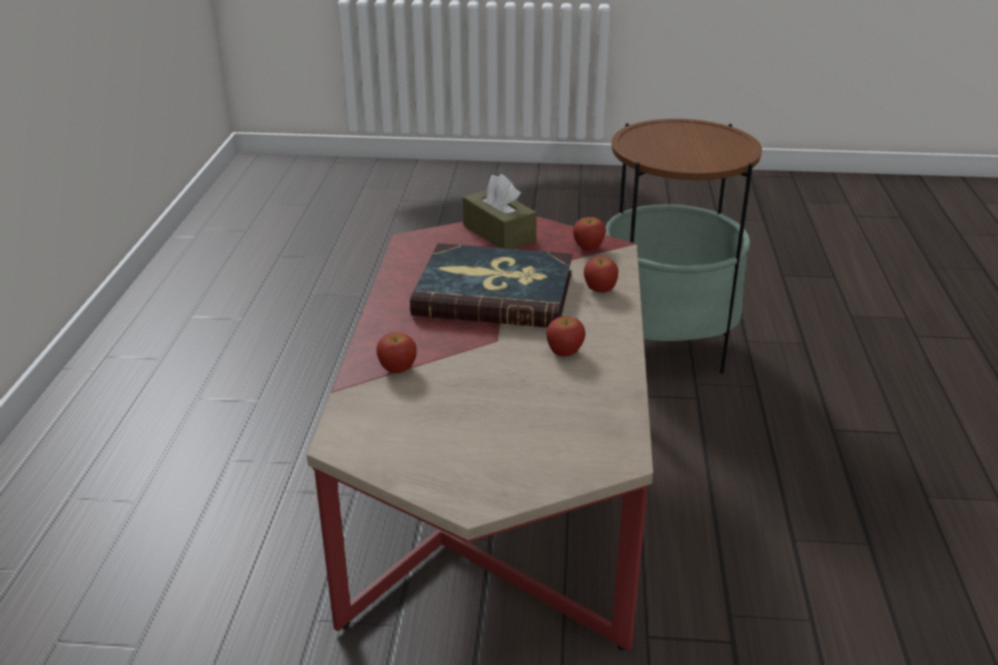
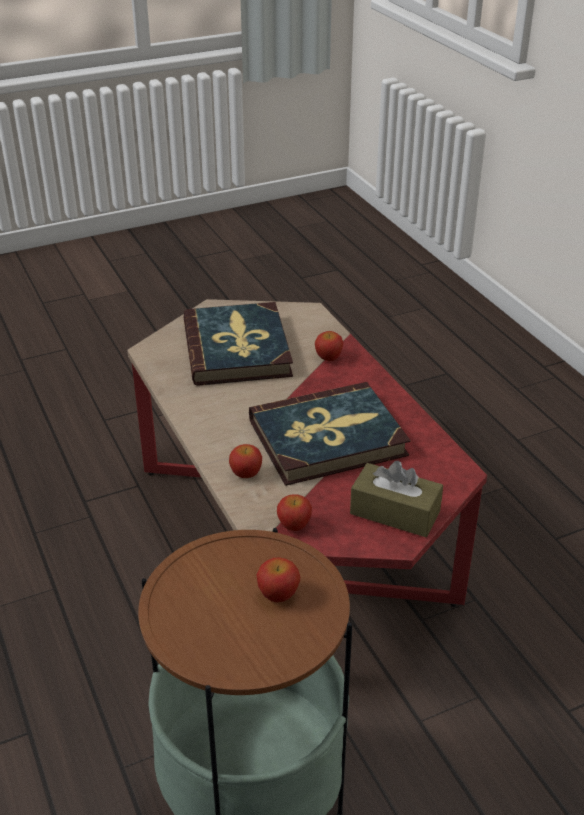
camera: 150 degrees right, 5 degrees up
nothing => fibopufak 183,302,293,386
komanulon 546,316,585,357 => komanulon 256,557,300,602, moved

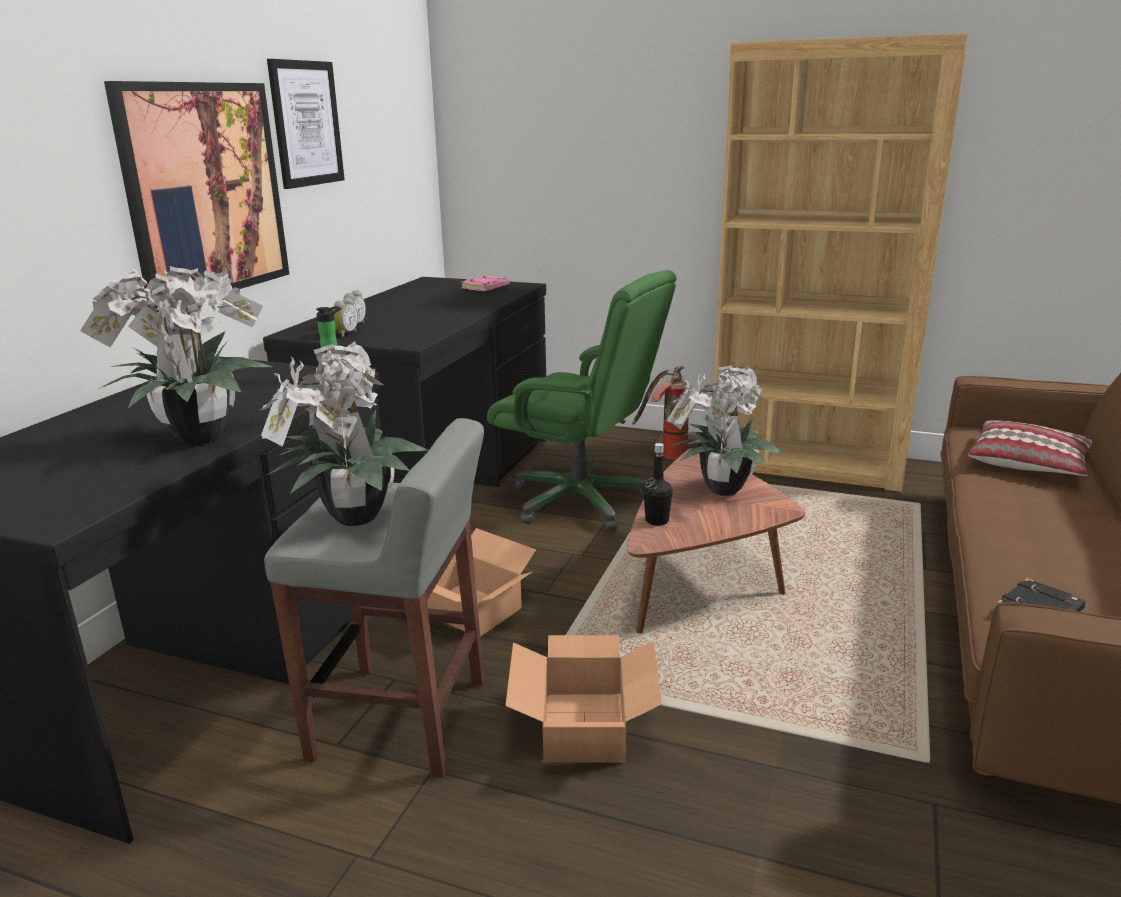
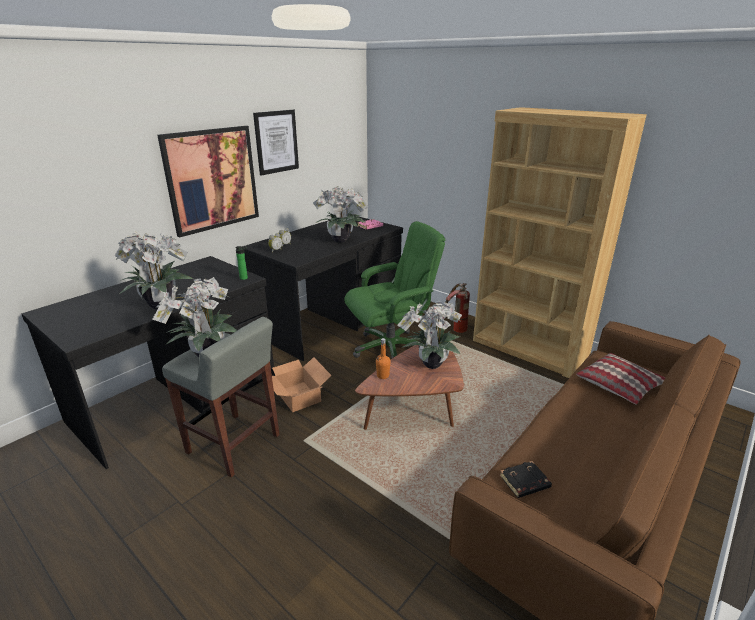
camera: 20 degrees right, 5 degrees up
nothing => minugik 313,186,368,243
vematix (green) 487,270,677,531 => vematix (green) 344,221,445,358, 75 degrees counterclockwise
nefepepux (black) 643,443,673,526 => nefepepux (orange) 376,338,391,379
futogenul 505,635,662,763 => nothing

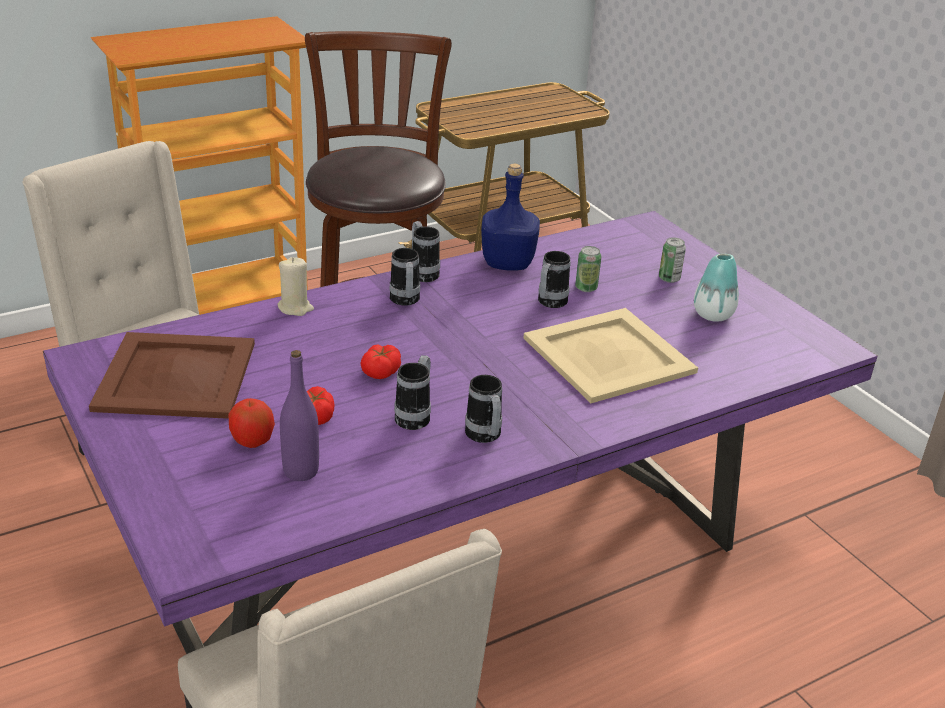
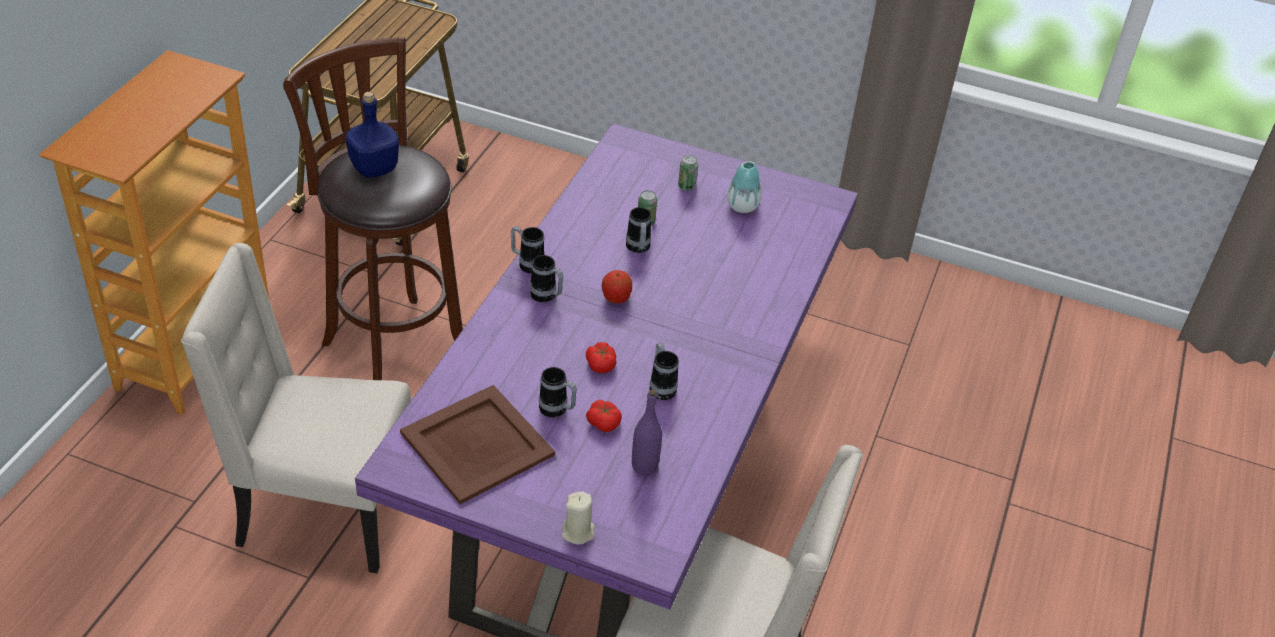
camera: 40 degrees left, 10 degrees up
nefepepux (blue) 481,164,540,271 => nefepepux (blue) 346,92,399,178, moved
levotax 465,375,502,443 => levotax 539,367,577,417, moved
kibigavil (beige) 278,257,314,316 => kibigavil (beige) 562,491,595,544, moved
komanulon 229,398,275,448 => komanulon 602,270,632,304, moved
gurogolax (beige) 523,308,698,403 => nothing

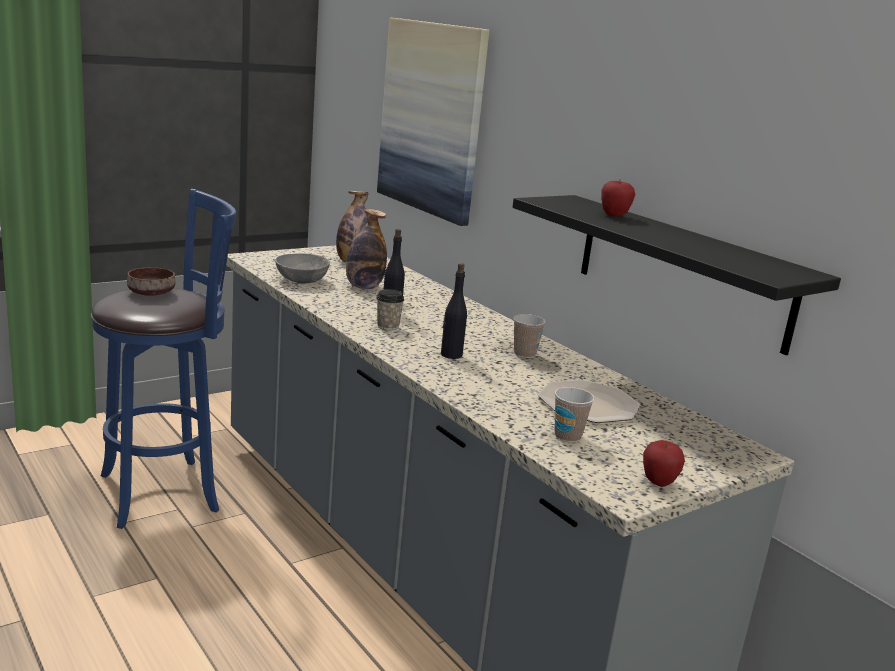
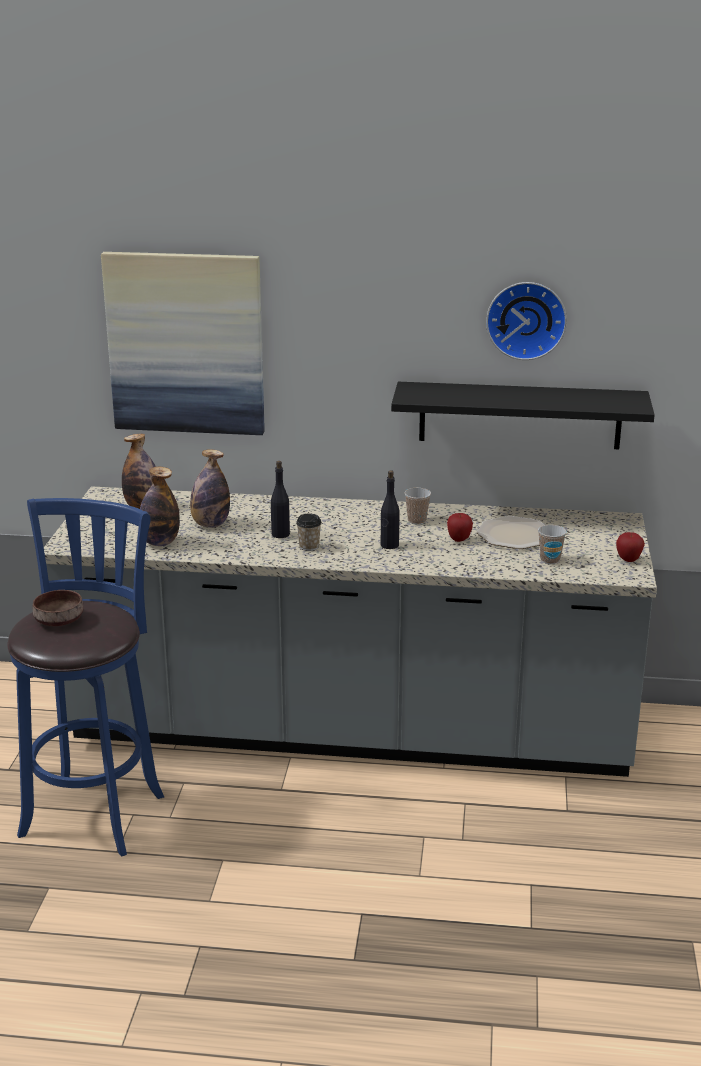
camera: 45 degrees left, 5 degrees up
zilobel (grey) 275,253,330,283 => nefepepux 140,467,180,546
komanulon 601,181,636,217 => komanulon 447,513,473,542, moved
nothing => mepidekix 486,282,567,360

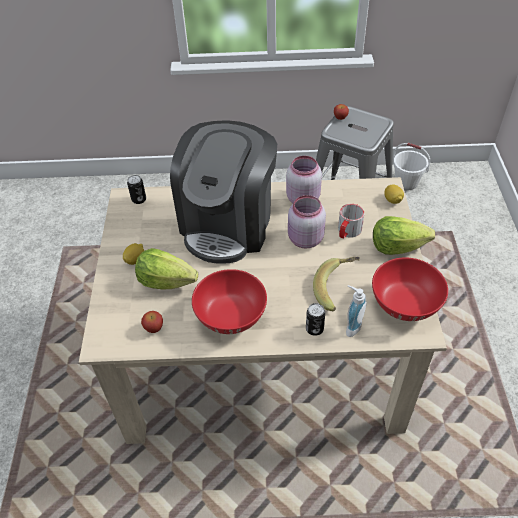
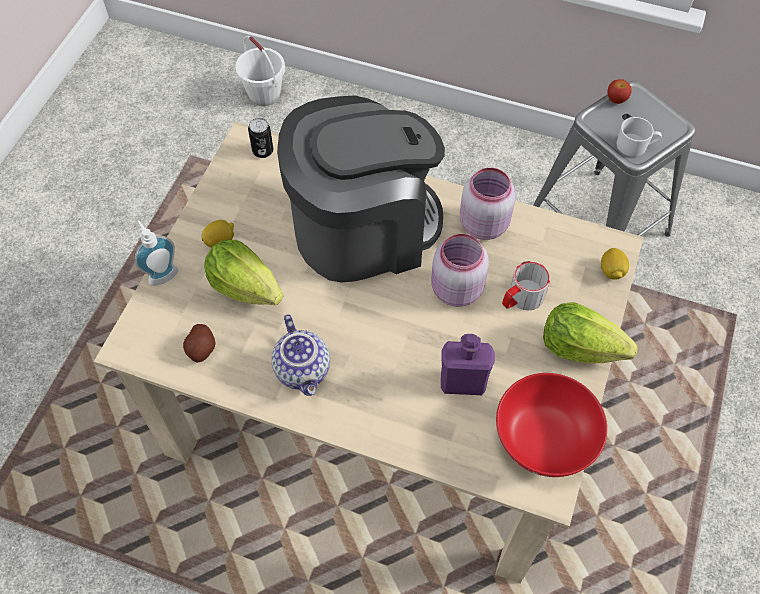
camera: 20 degrees right, 10 degrees up
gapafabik 346,285,367,337 => gapafabik 135,220,178,286, moved
komanulon 141,311,163,333 => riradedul 183,324,216,363
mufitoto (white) 393,143,430,191 => mufitoto (white) 235,36,285,106, moved
zilobel (red) 192,269,267,334 => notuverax 271,314,330,396
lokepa 170,120,277,264 => lokepa 277,96,445,283, 150 degrees counterclockwise
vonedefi 313,257,360,311 => nefepepux (purple) 441,334,495,395
nothing => levotax (white) 617,117,662,157
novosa 306,303,325,336 => nothing

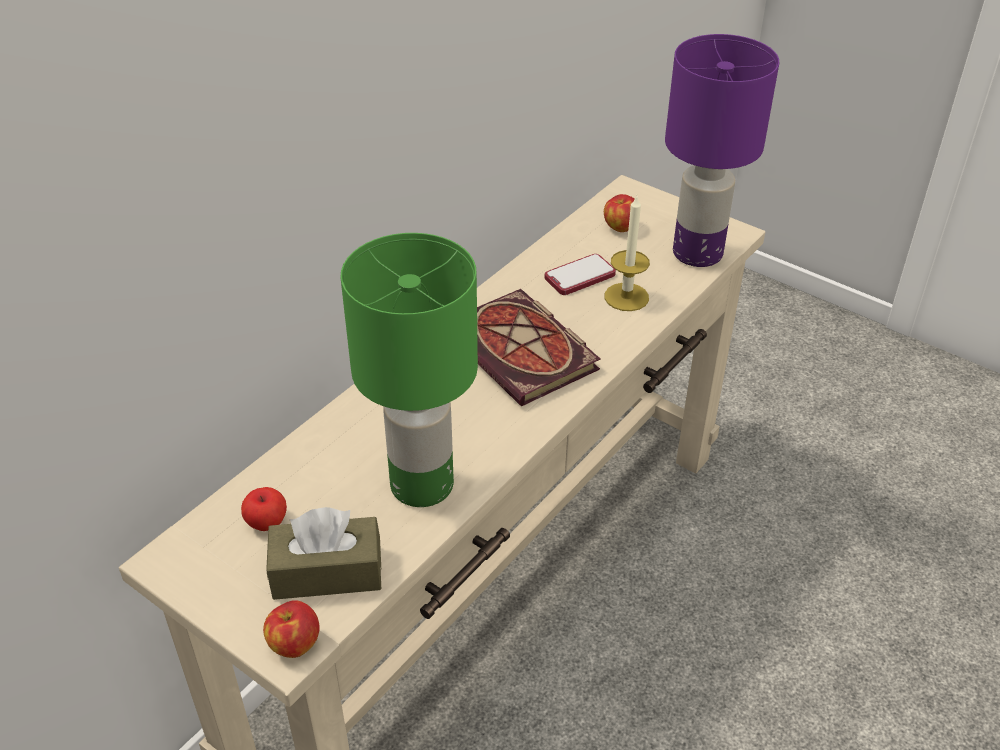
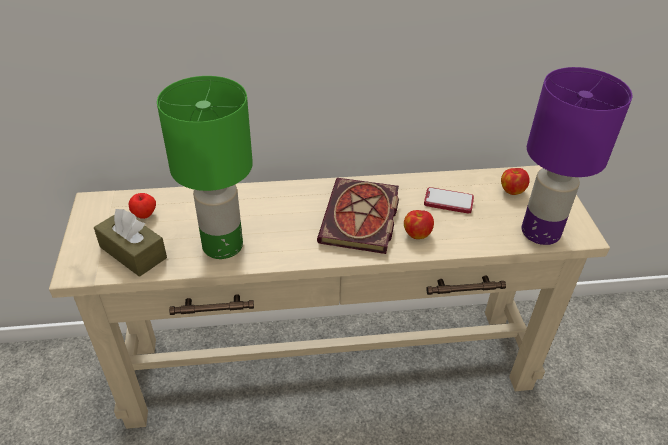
camera: 45 degrees right, 0 degrees up
komanulon 263,600,319,658 => komanulon 404,210,434,239, moved
kibigavil 605,196,650,311 => nothing

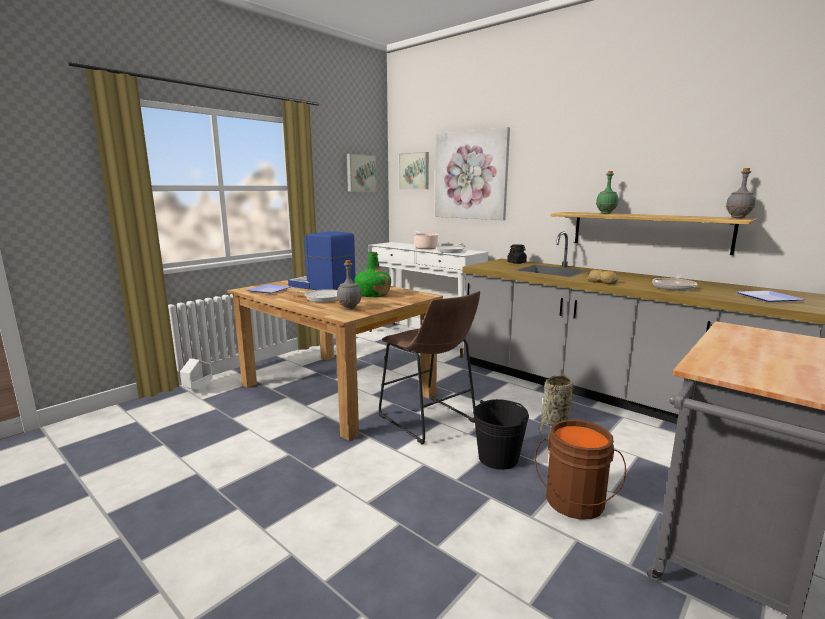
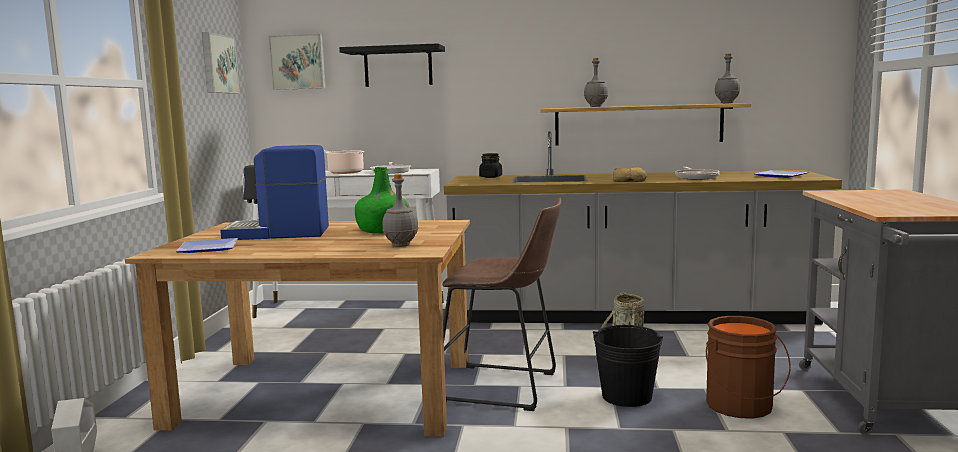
camera: 35 degrees left, 5 degrees down
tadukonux 435,127,510,220 => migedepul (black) 339,43,445,87
nefepepux (green) 596,171,618,214 => nefepepux (grey) 584,58,608,107
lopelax 287,289,338,302 => nothing

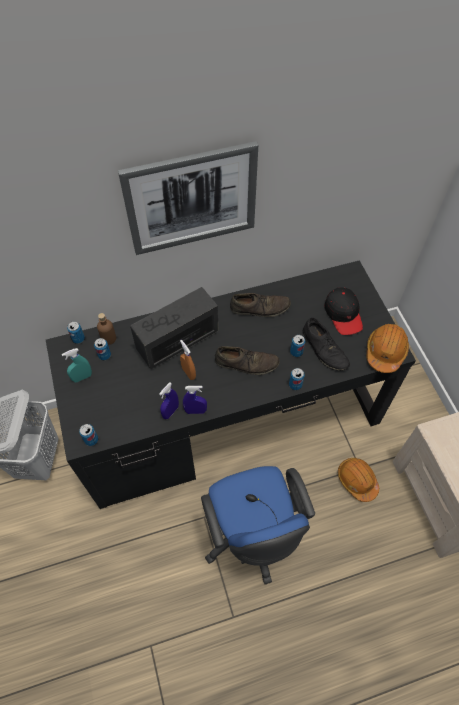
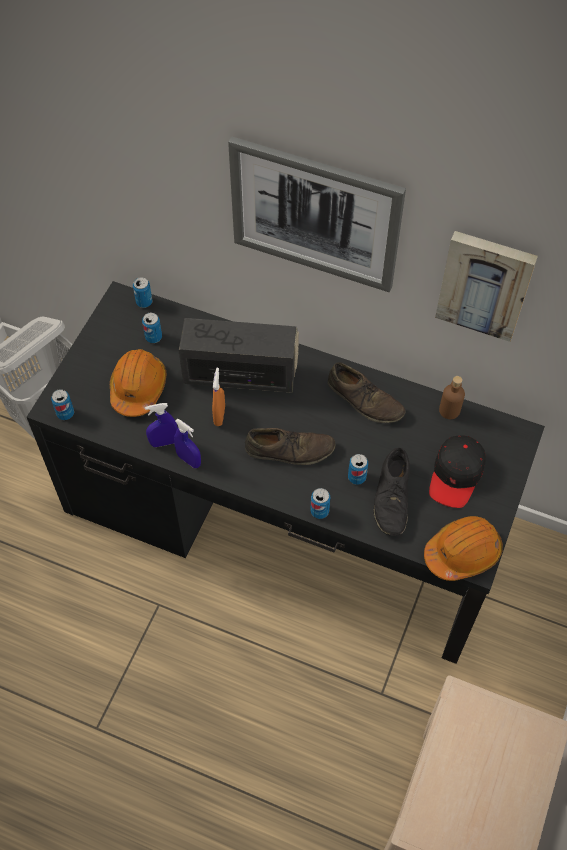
camera: 40 degrees right, 0 degrees up
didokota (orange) 338,458,379,502 => didokota (orange) 110,349,166,417, moved
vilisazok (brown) 215,346,280,375 => vilisazok (brown) 245,428,336,465, 45 degrees counterclockwise
nothing => tadukonux 435,231,538,342
nefepepux (brown) 97,313,116,345 => nefepepux (brown) 439,376,465,419, moved
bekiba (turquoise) 62,348,92,382 => nothing
vematix (blue) 201,466,315,584 => nothing

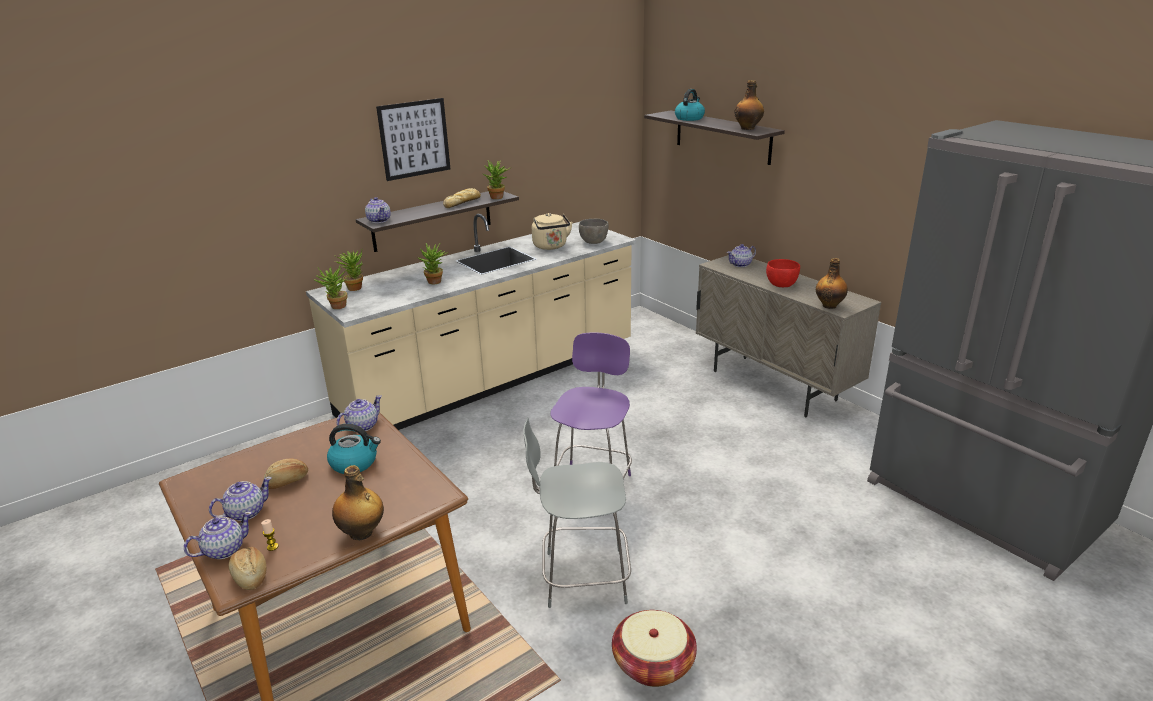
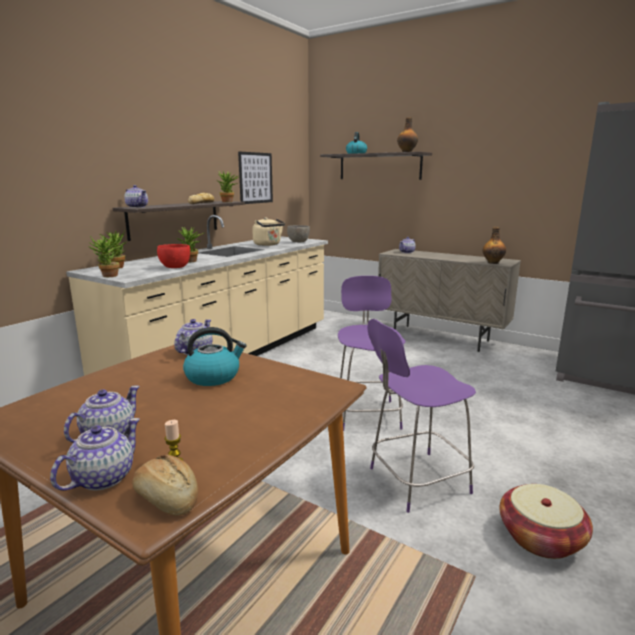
camera: 20 degrees left, 10 degrees down
zilobel (red) 766,259,800,287 => zilobel (red) 157,244,190,268, moved
tadukonux 376,98,451,181 => tadukonux 238,151,273,204, moved
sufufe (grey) 523,417,631,608 => sufufe (purple) 367,319,476,513
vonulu 263,458,308,489 => nothing
nefepepux 332,465,384,540 => nothing

